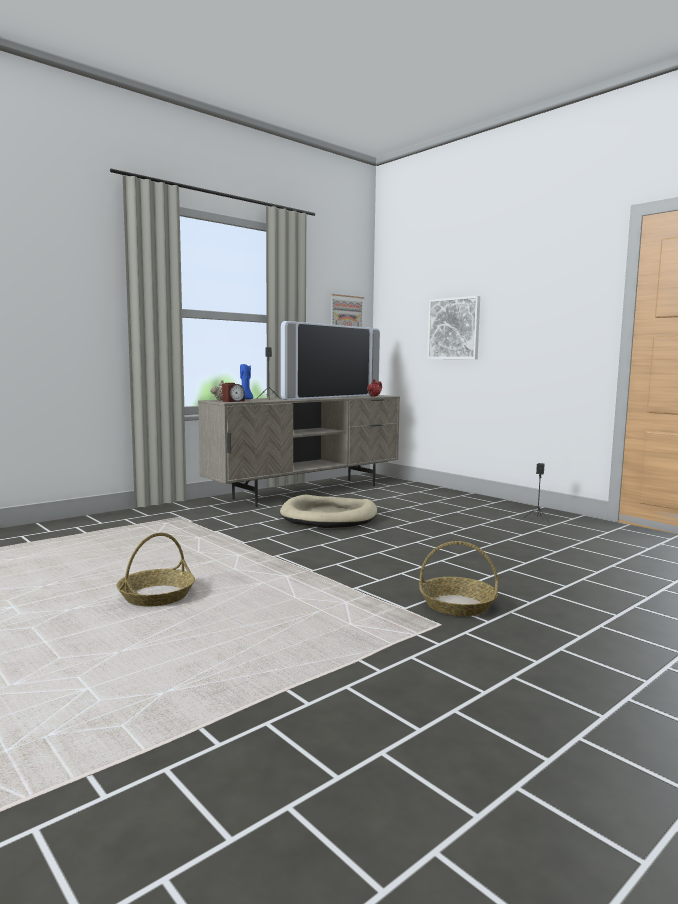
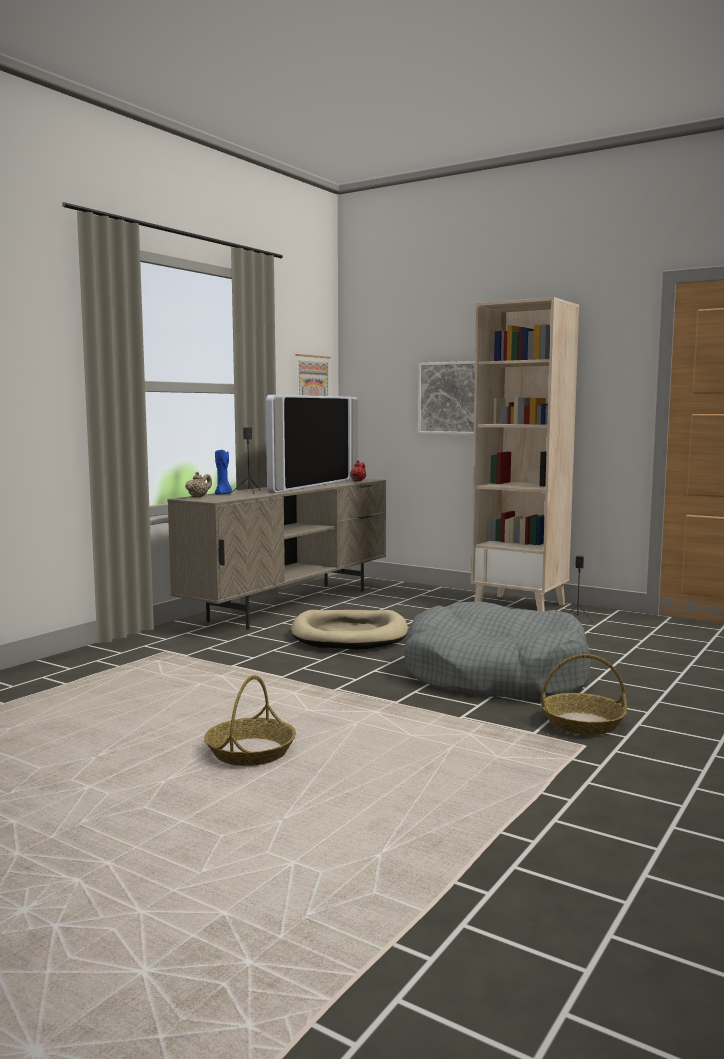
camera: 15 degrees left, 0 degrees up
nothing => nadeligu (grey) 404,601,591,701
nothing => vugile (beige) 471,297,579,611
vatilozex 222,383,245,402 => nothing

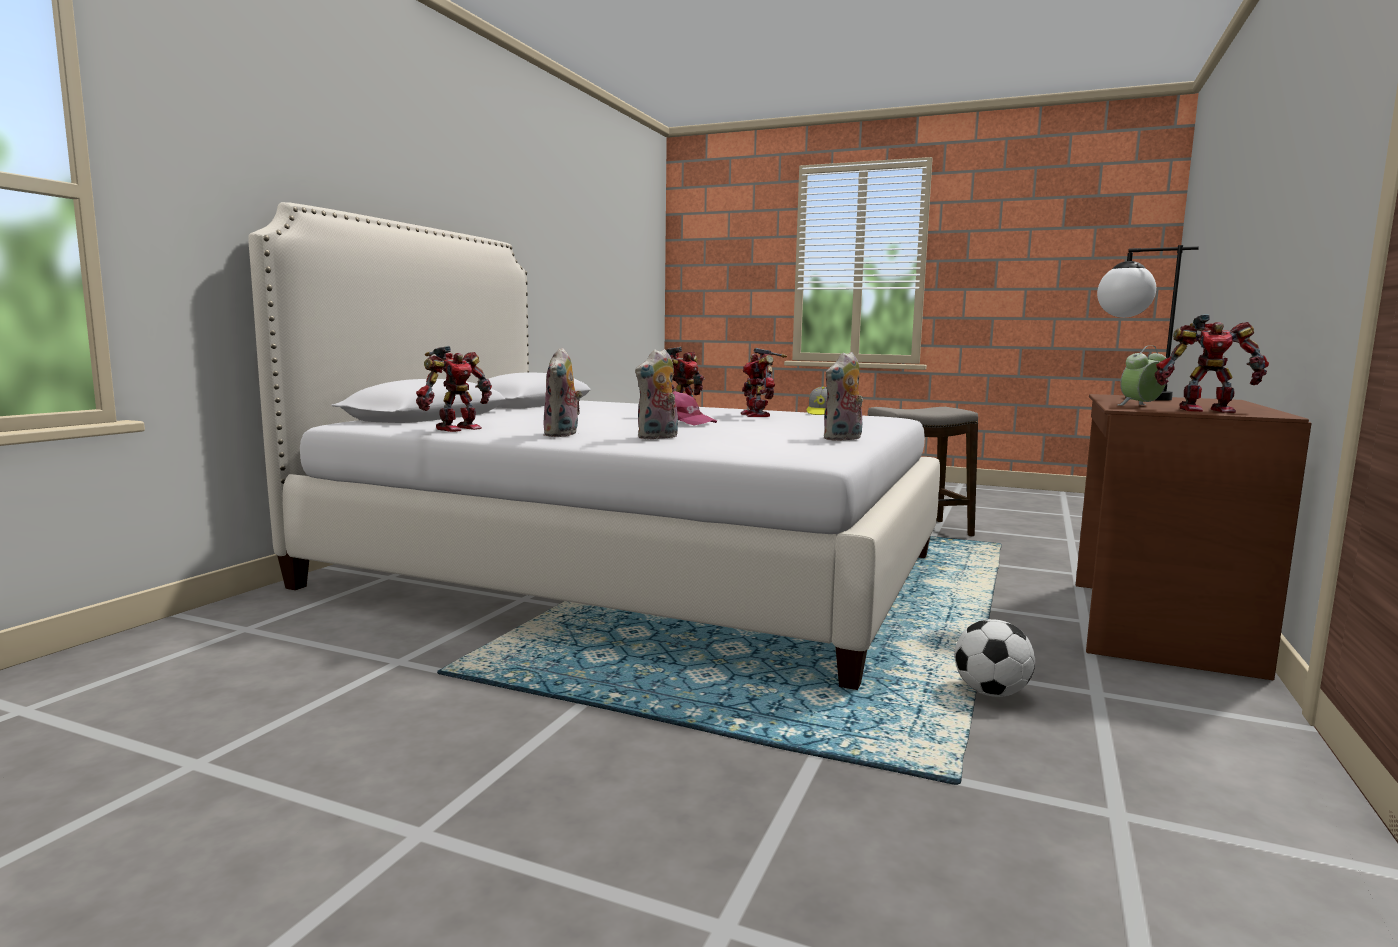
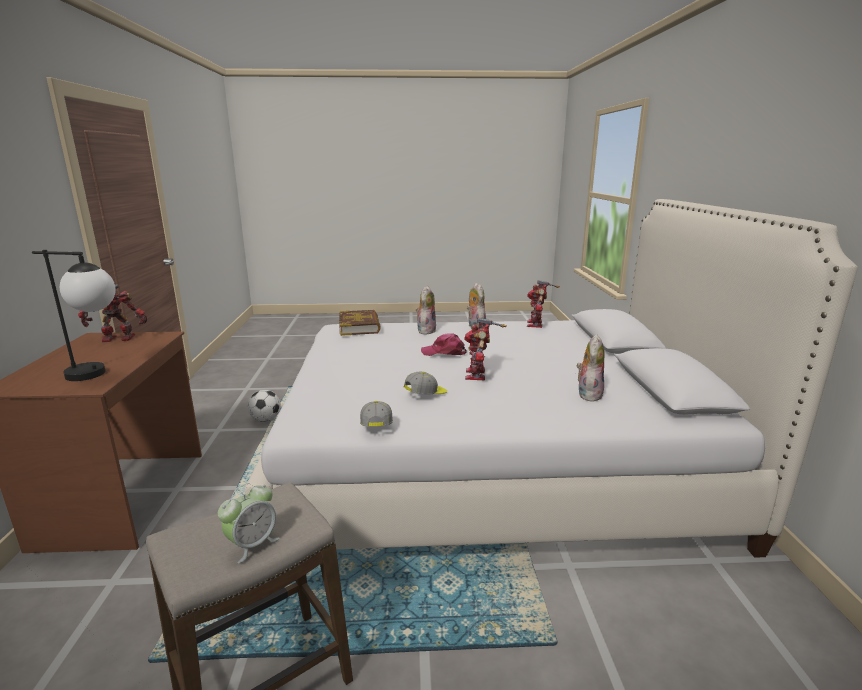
camera: 155 degrees right, 10 degrees up
vatilozex 1118,345,1167,405 => vatilozex 218,483,280,564, moved
nothing => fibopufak 339,310,381,336
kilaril 741,348,787,417 => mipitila 404,372,447,395
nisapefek 824,352,863,441 => nisapefek 577,334,604,402, moved

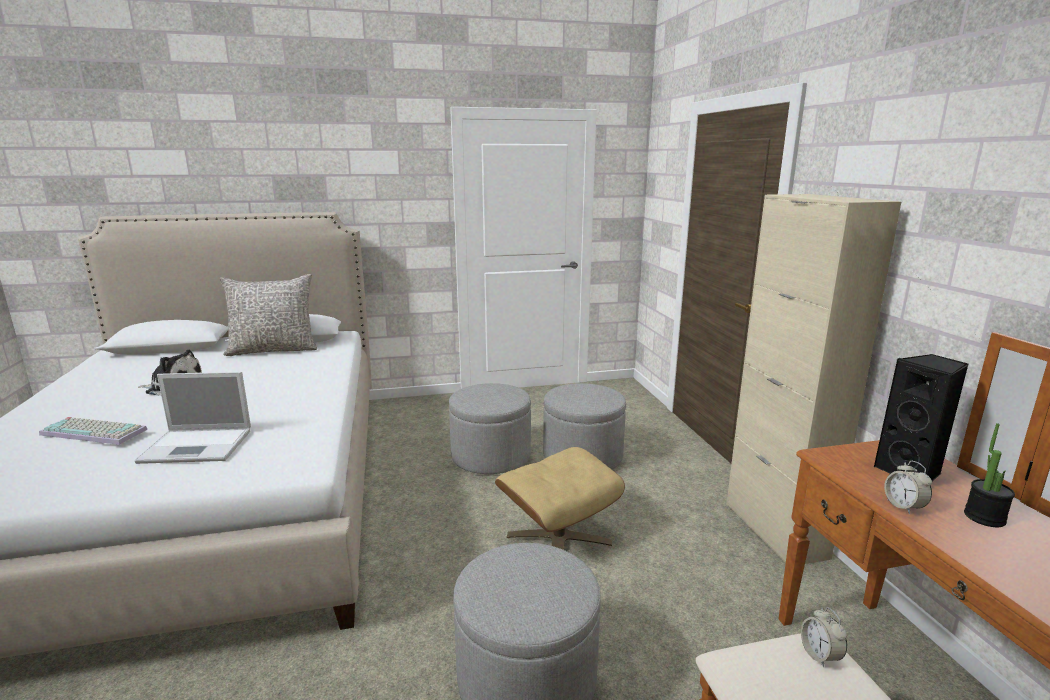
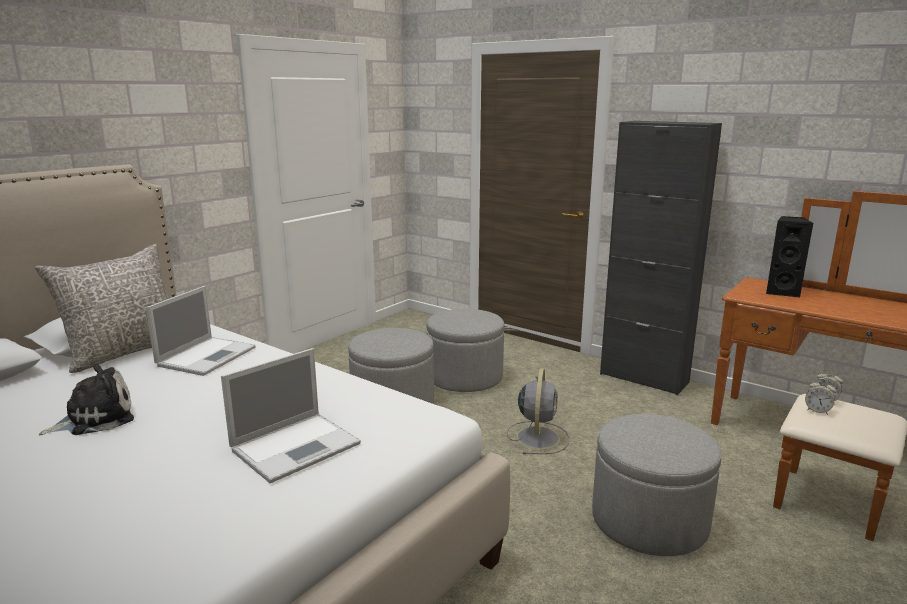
camera: 40 degrees left, 0 degrees up
nothing => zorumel 146,286,256,376
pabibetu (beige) 495,447,625,550 => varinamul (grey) 507,368,569,454
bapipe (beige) 726,194,901,564 => bapipe (black) 600,121,722,395
vatilozex 884,461,932,514 => vatilozex 805,379,836,415, moved
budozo 39,417,148,445 => nothing
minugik 964,423,1015,527 => nothing

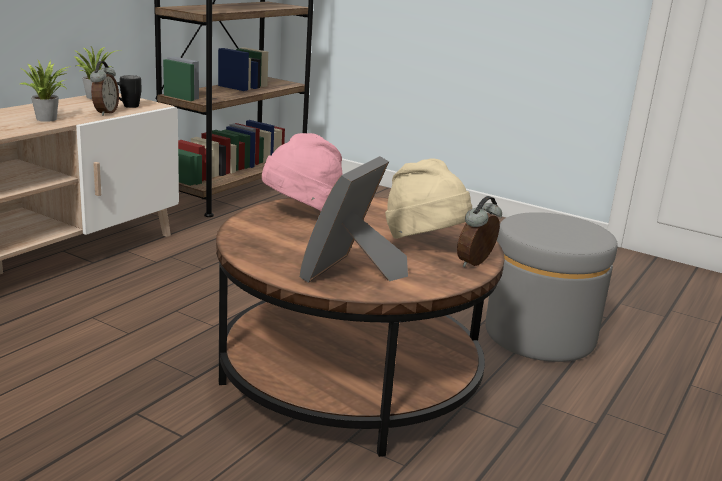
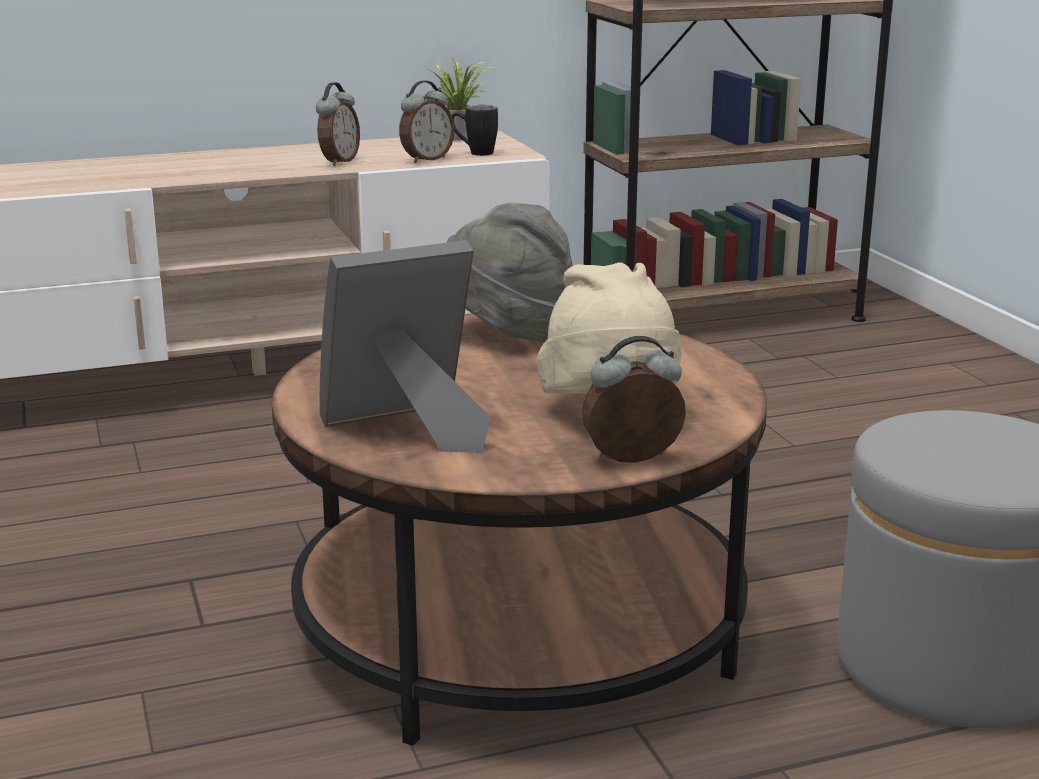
camera: 40 degrees right, 0 degrees up
minugik 20,60,71,122 => vatilozex 316,82,360,166
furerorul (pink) 262,133,343,211 => furerorul (grey) 446,203,573,342

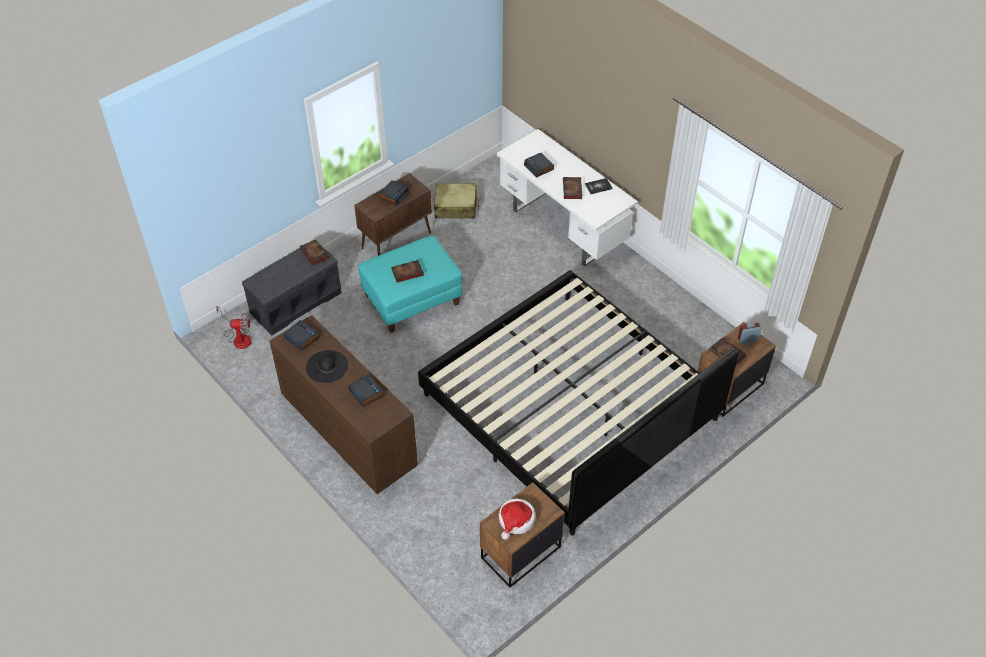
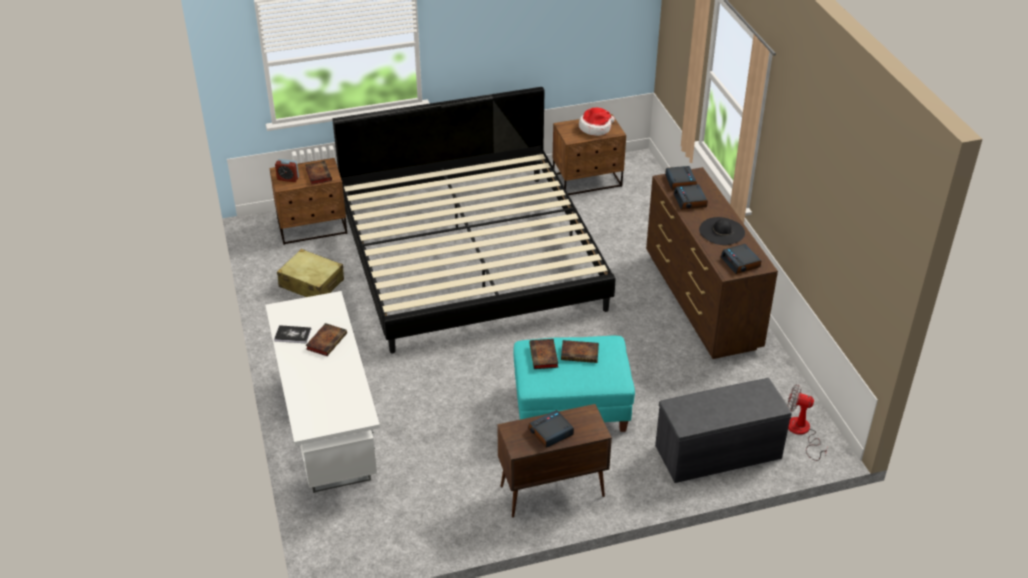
camera: 155 degrees left, 10 degrees down
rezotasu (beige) 434,183,479,218 => rezotasu (beige) 277,249,344,297, moved
fibopufak 300,240,329,266 => fibopufak 529,339,558,369, moved
vatilozex 524,153,554,178 => vatilozex 665,166,697,190, moved

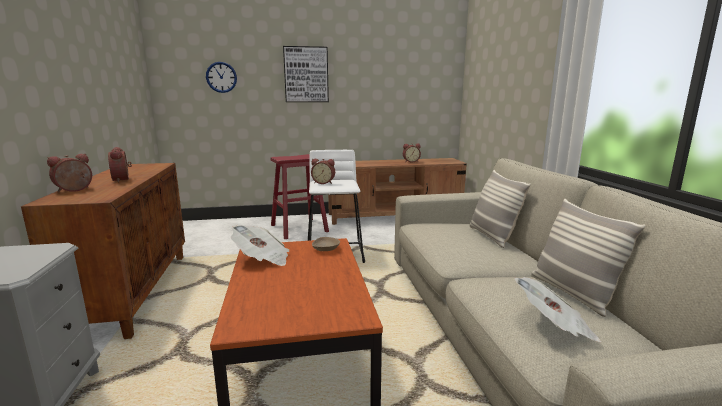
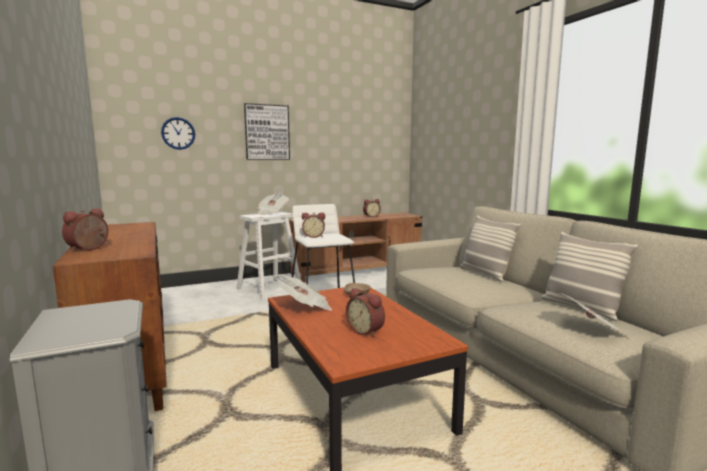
camera: 15 degrees left, 5 degrees down
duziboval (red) 270,154,329,239 => duziboval (white) 237,212,301,300
nothing => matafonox 257,193,289,215
vatilozex 108,147,132,183 => vatilozex 346,288,385,337, moved

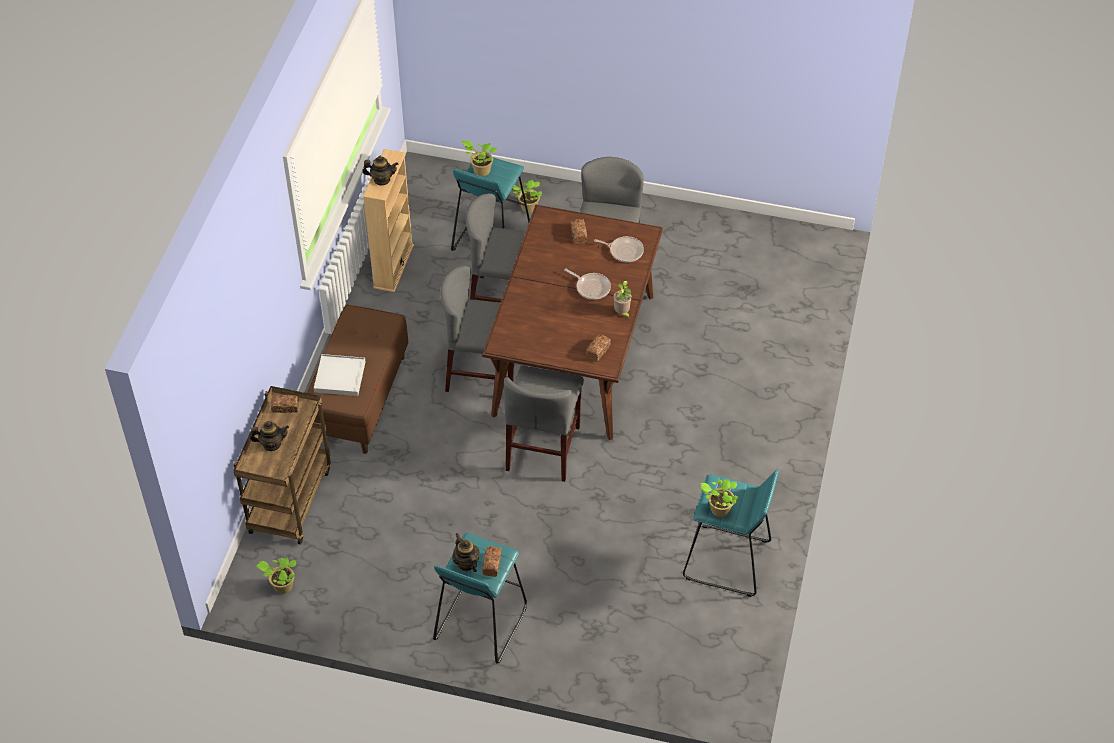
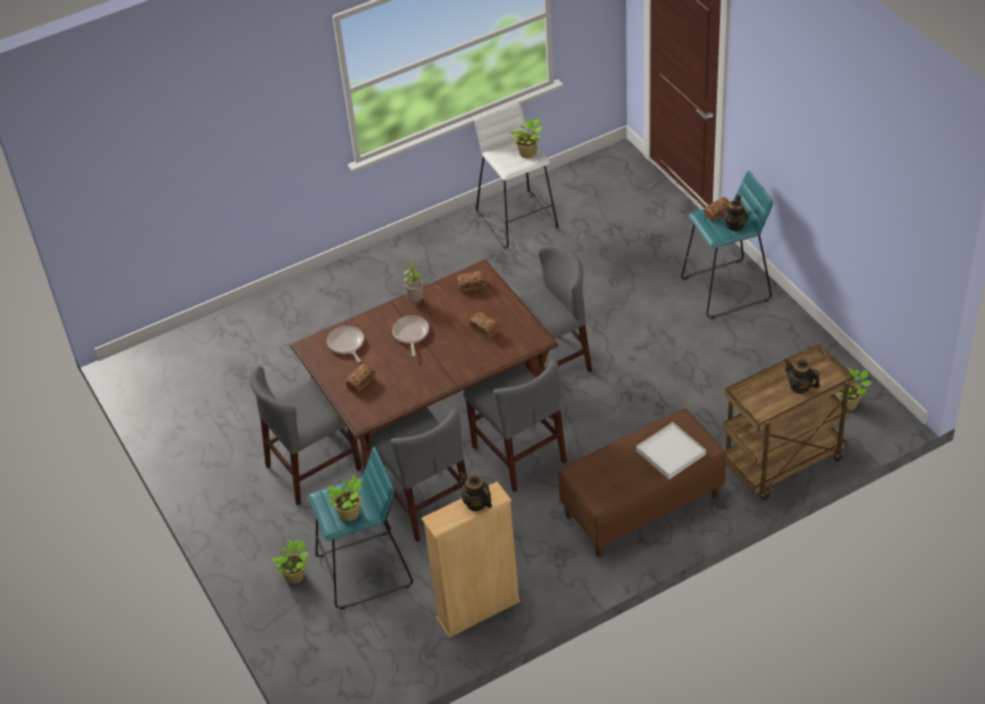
camera: 130 degrees left, 5 degrees down
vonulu 271,395,299,413 => vonulu 470,312,499,339, moved
duziboval (turquoise) 683,469,779,597 => duziboval (white) 475,103,559,248

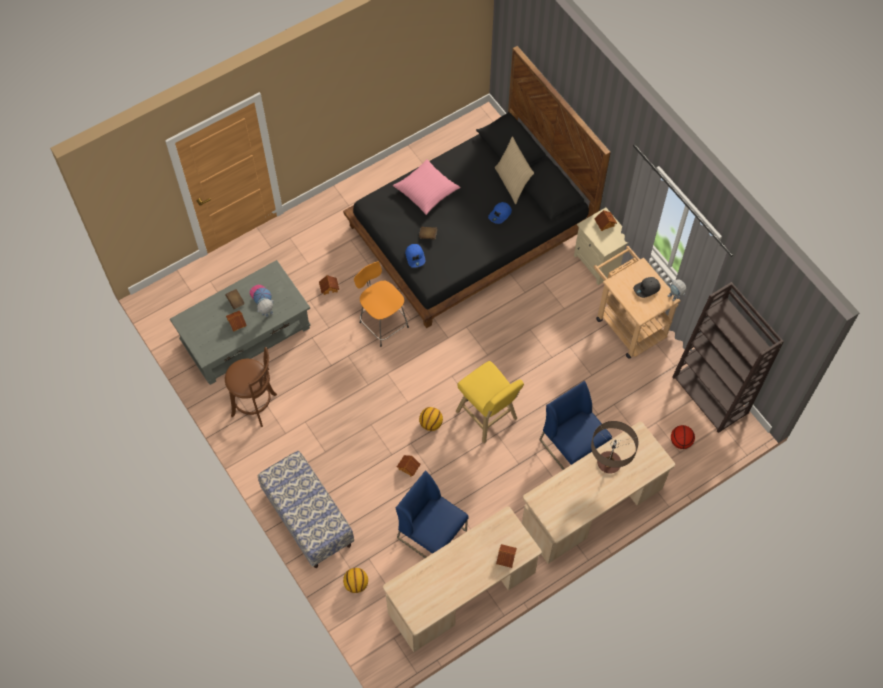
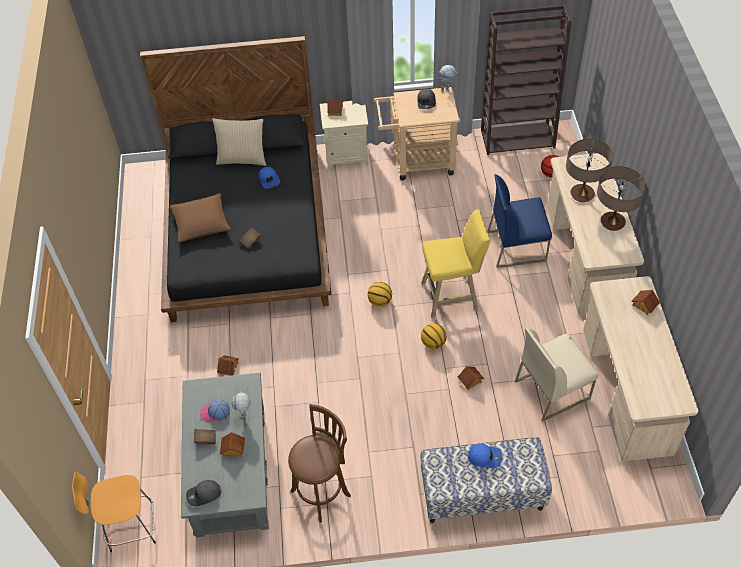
camera: 60 degrees left, 10 degrees down
duziboval (orange) 354,262,409,347 => duziboval (orange) 72,471,156,552, moved
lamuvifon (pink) 393,159,461,215 => lamuvifon (brown) 170,193,231,243
nothing => mipitila (grey) 186,480,221,506
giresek 343,568,368,593 => giresek 368,282,392,307, moved
mipitila (blue) 405,244,425,268 => mipitila (blue) 468,444,502,468, moved
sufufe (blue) 396,470,469,558 => sufufe (beige) 515,327,598,422
nothing => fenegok 597,166,646,231

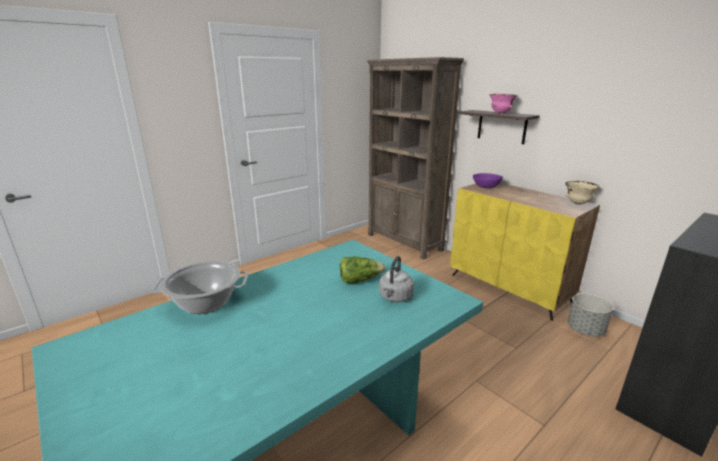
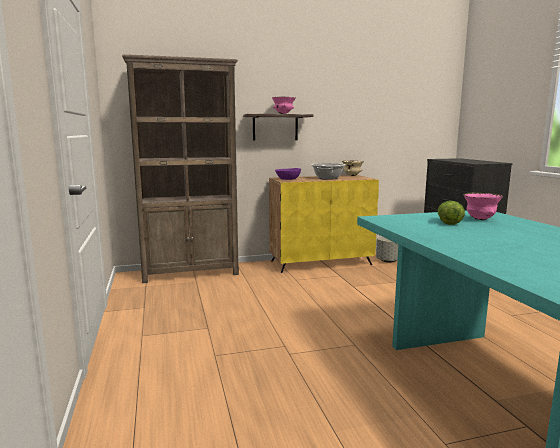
camera: 65 degrees left, 10 degrees down
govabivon 152,261,248,314 => govabivon 311,163,346,180, moved
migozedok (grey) 379,256,414,302 => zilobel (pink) 463,193,503,220

